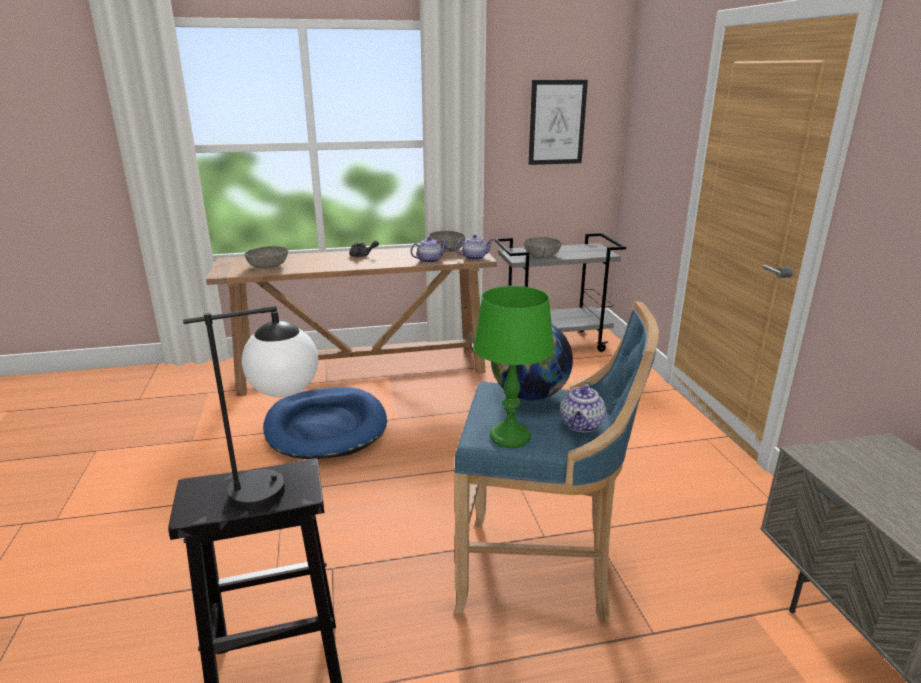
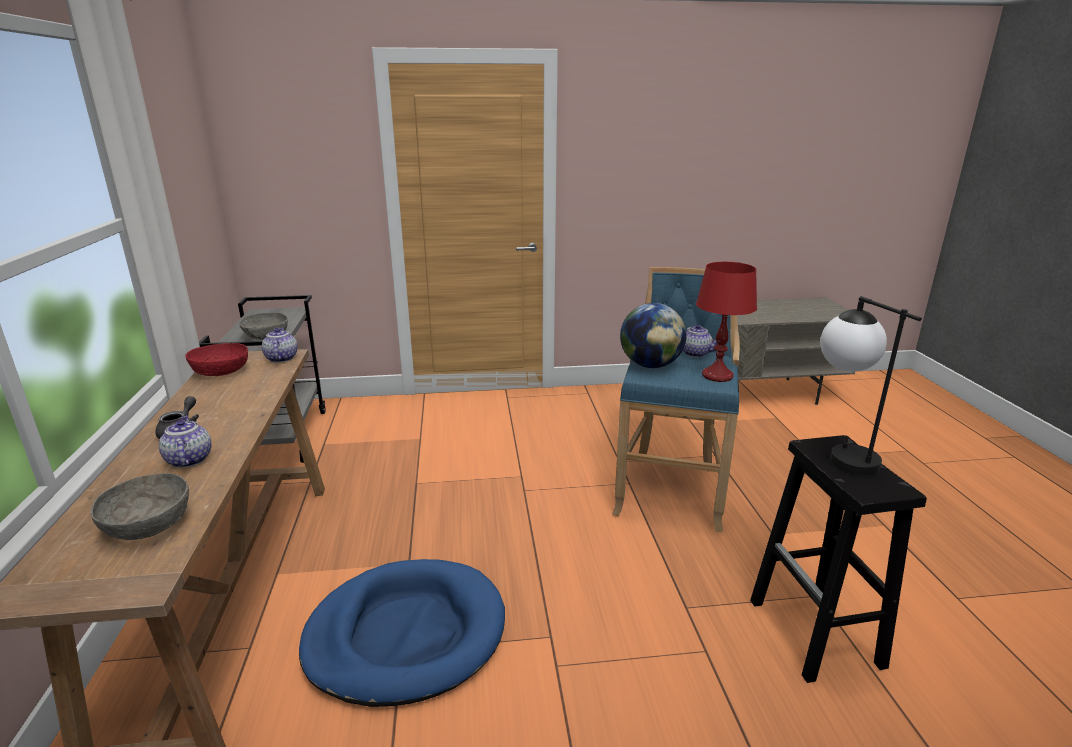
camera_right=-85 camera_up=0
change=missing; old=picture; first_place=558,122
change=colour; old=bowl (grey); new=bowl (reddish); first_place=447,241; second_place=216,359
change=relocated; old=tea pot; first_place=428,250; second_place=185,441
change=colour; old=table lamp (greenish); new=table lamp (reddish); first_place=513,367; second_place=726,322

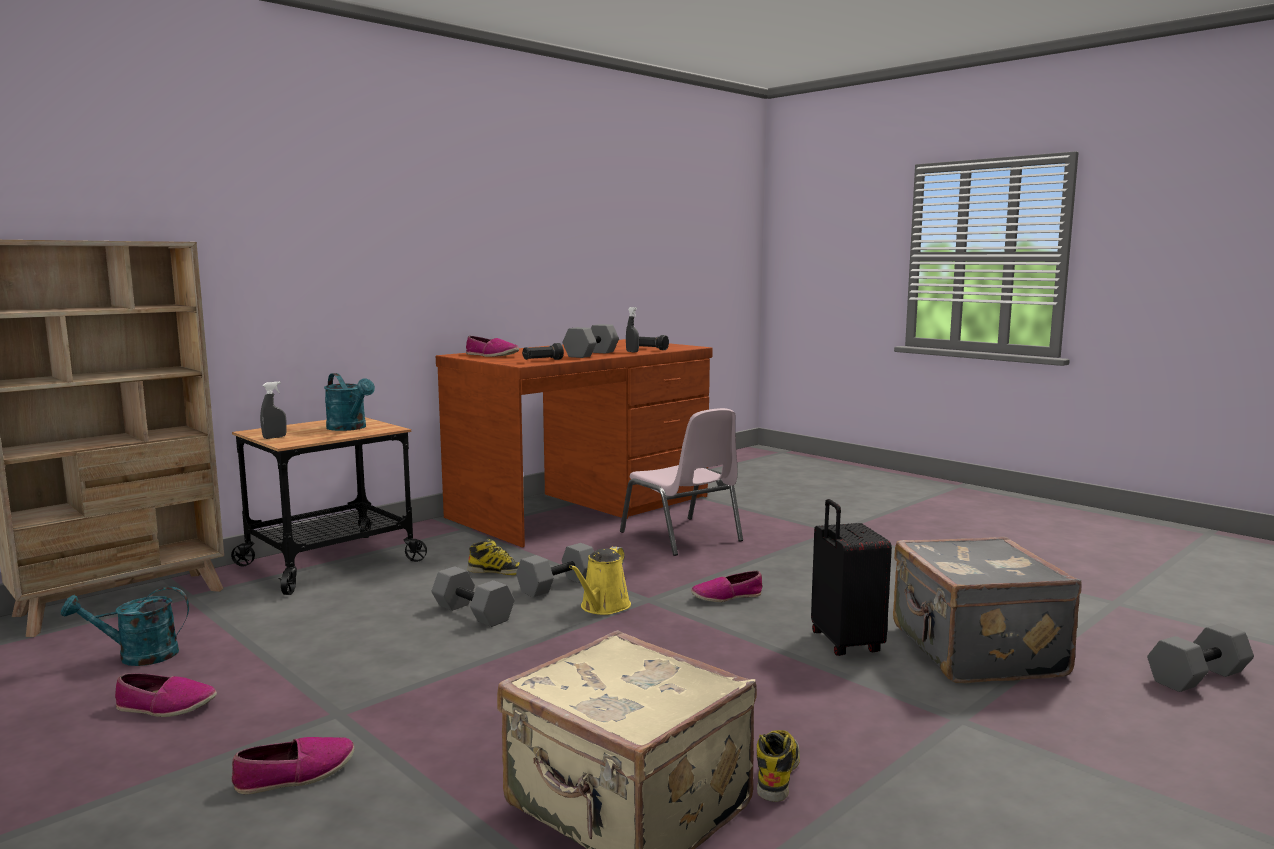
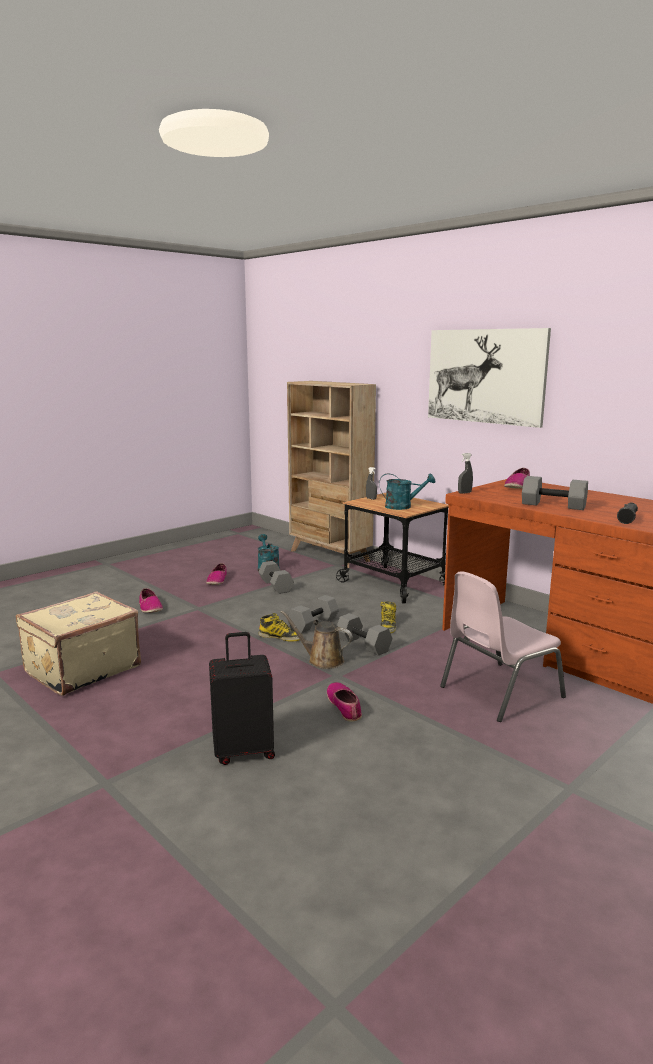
camera_right=90 camera_up=5
change=relocated; old=hand sprayer (grey); first_place=632,330; second_place=465,473
change=missing; old=torch (black-coloured); first_place=543,351
change=spun; old=sprinkling can (turquoise-coloured); first_place=349,402; second_place=407,491; degrees=-135
change=missing; old=suitcase (grey); first_place=987,610
change=colour; old=sprinkling can (yellow-coloured); new=sprinkling can (brown-coloured); first_place=600,580; second_place=317,640
change=relocated; old=dumbbell (grey); first_place=1200,657; second_place=276,577
change=relocated; old=tall boot; first_place=778,766; second_place=281,627
change=appeared; new=picture; second_place=489,378

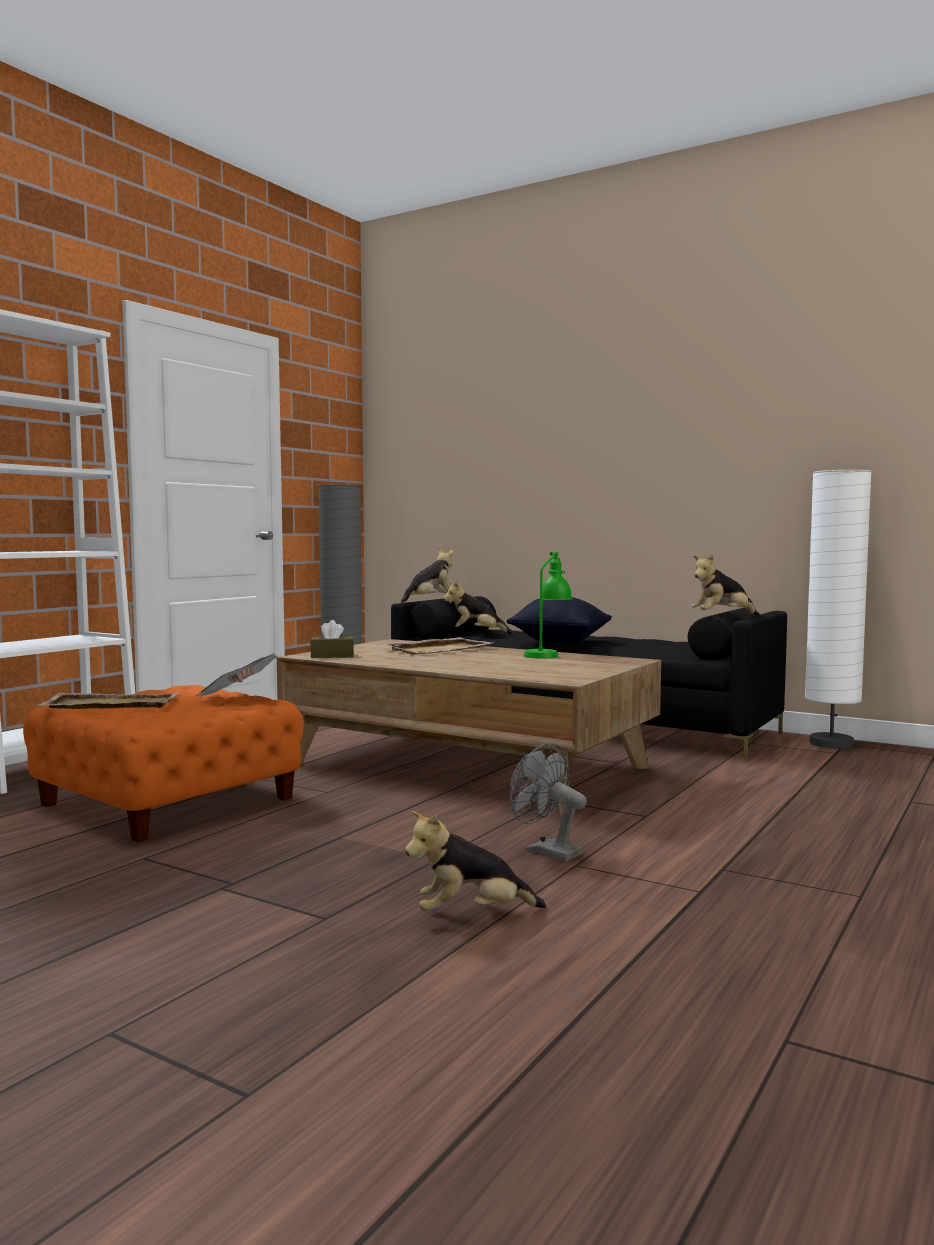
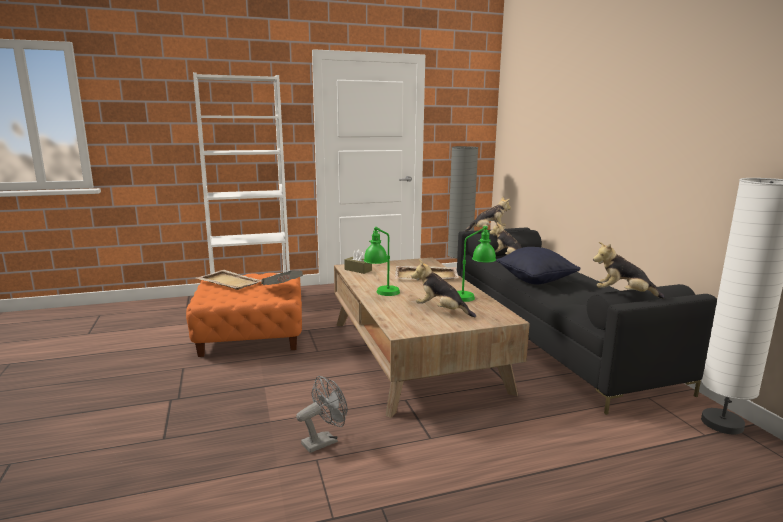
camera_right=40 camera_up=10
change=spun; old=cooling fan (grey); first_place=548,802; second_place=322,414; degrees=60
change=relocated; old=soft toy; first_place=475,861; second_place=443,288
change=appeared; new=table lamp (greenish); second_place=382,261

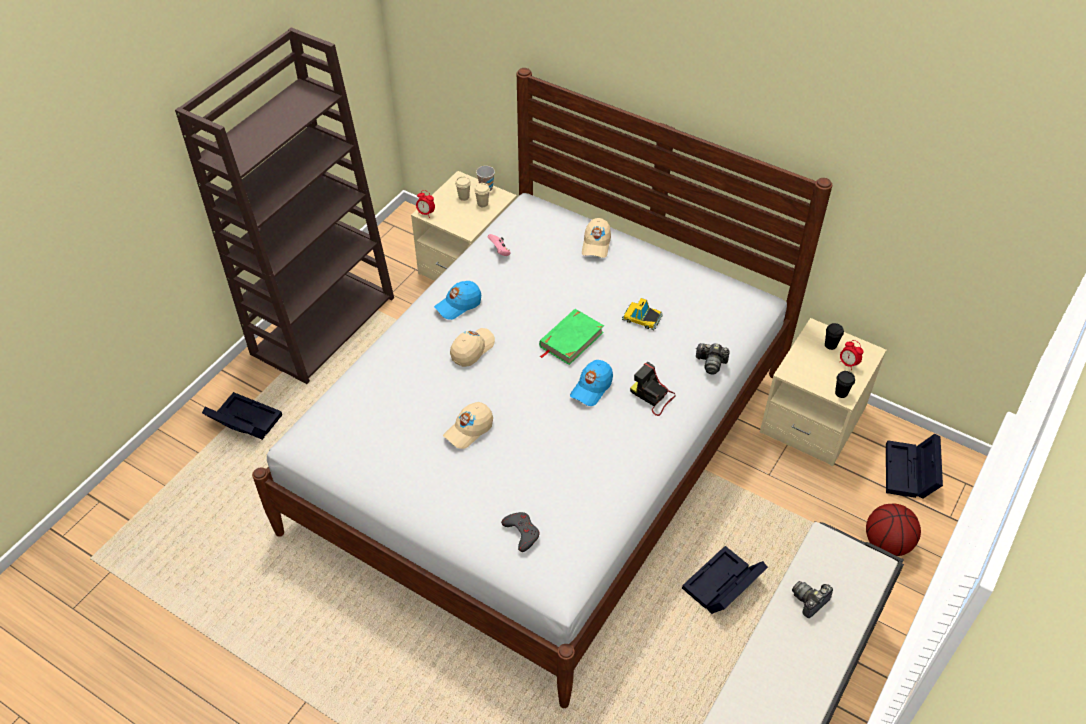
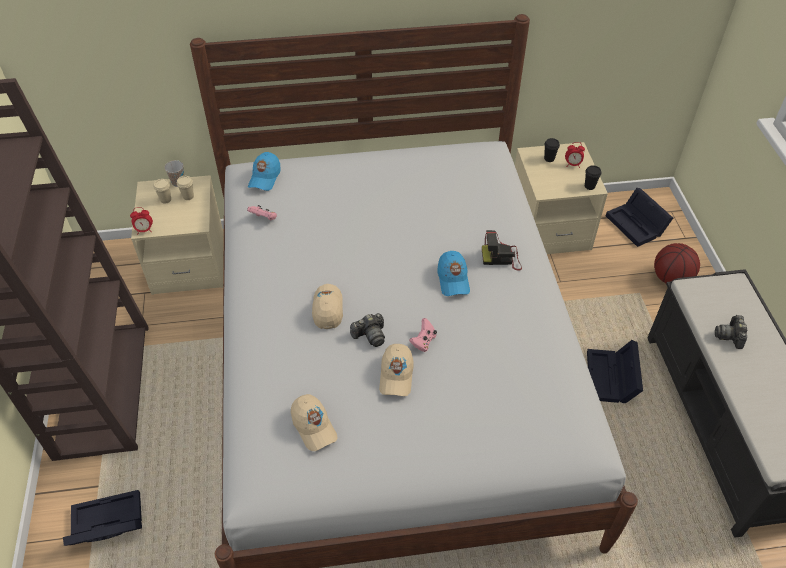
camera_right=-40 camera_up=0
change=relocated; old=peaked cap (beige); first_place=596,238; second_place=314,422
change=relocated; old=peaked cap (blue-coloured); first_place=457,300; second_place=264,171
change=missing; old=miniature car; first_place=642,314
change=missing; old=bound book (greenish); first_place=571,337
change=relocated; old=still camera; first_place=713,359; second_place=367,330
change=missing; old=game controller (grey); first_place=520,532
change=appeared; new=game controller (pinkish); second_place=423,335

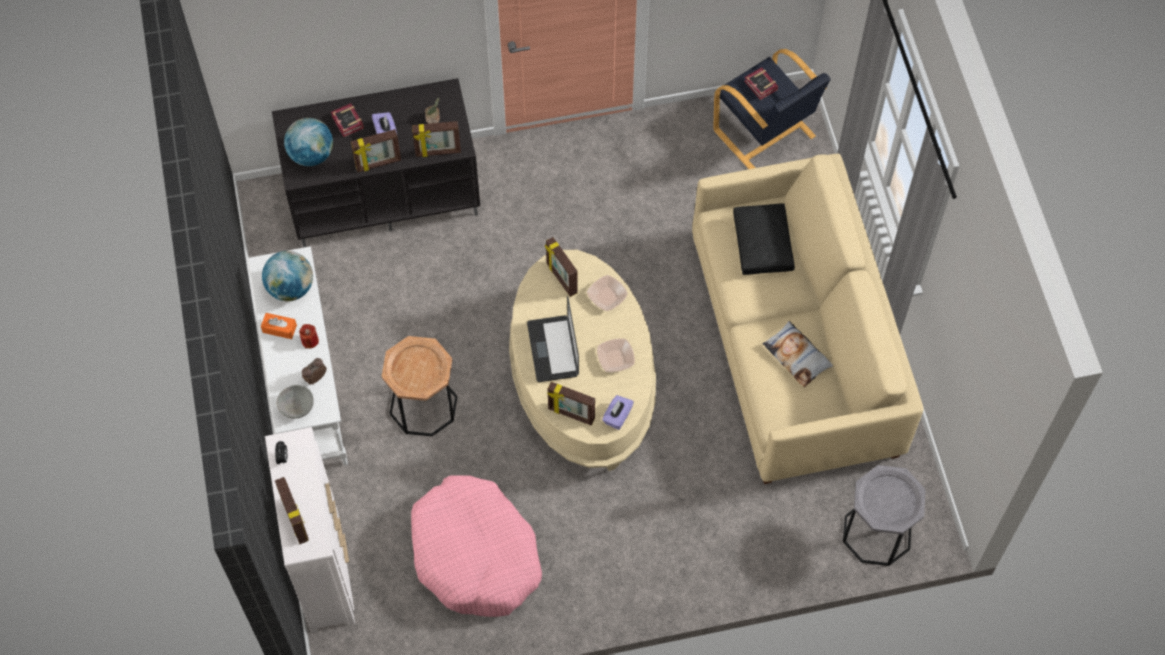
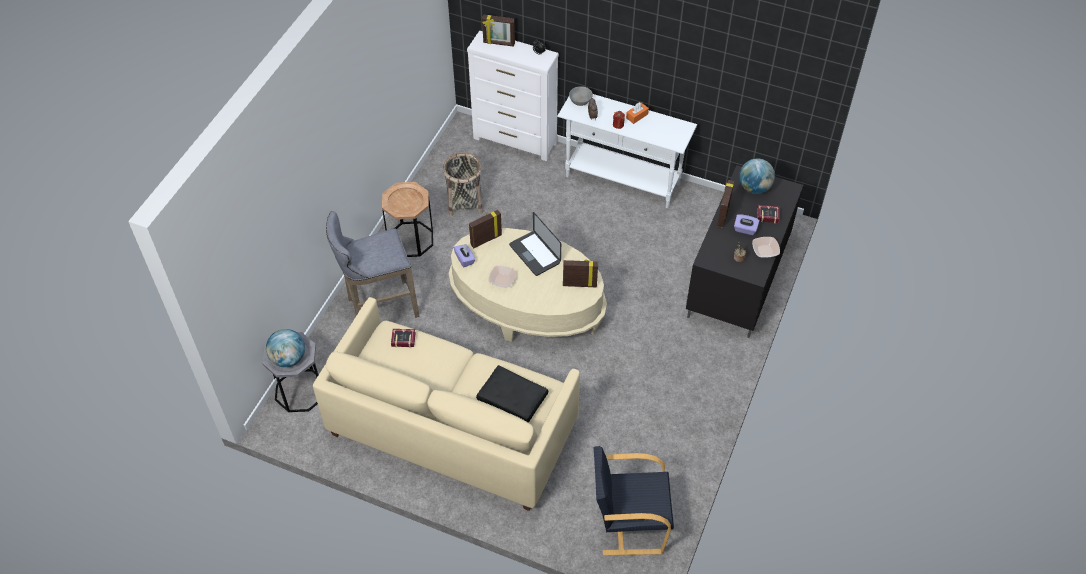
camera_right=125 camera_up=-10
change=relocated; old=bound book; first_place=761,83; second_place=403,338
change=missing; old=photo frame; first_place=436,139
change=relocated; old=world globe; first_place=287,276; second_place=285,348
change=relocated; old=bowl; first_place=607,293; second_place=766,247
change=spun; old=notebook computer; first_place=553,339; second_place=535,244; degrees=-150
change=missing; old=throw pillow; first_place=798,354
change=relocated; old=end table (brown-coloured); first_place=419,386; second_place=407,219
change=exchanged; old=dog bed (pinkish); new=basket; first_place=476,546; second_place=463,184
change=appeared; new=stool (grey); second_place=373,264

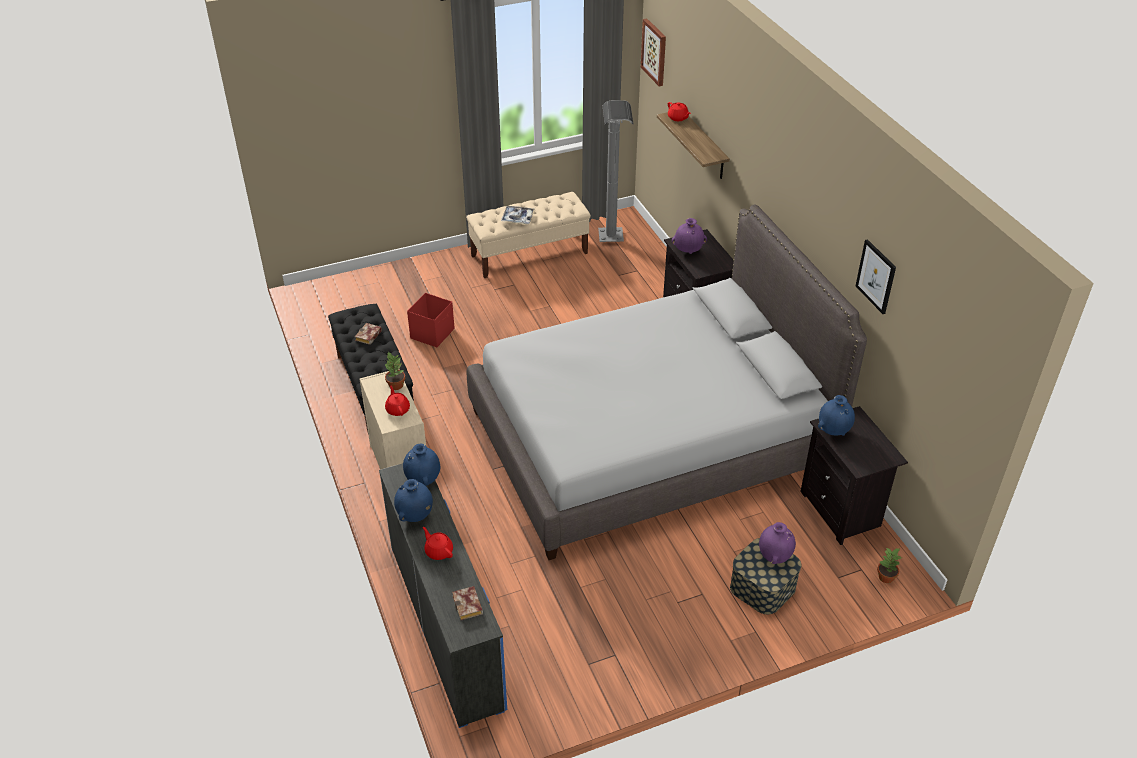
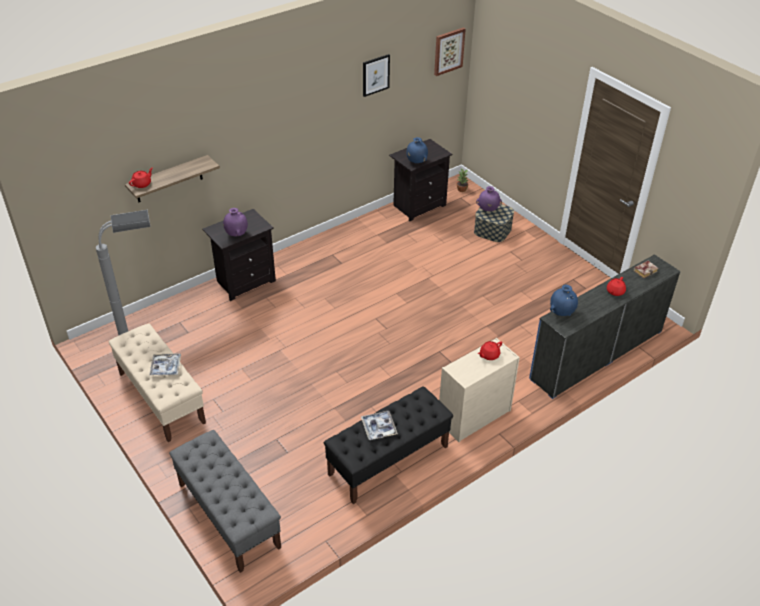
camera_right=-105 camera_up=0
change=relocated; old=picture; first_place=653,52; second_place=450,51
change=missing; old=bed (grey); first_place=667,382
change=missing; old=storage box (reddish); first_place=431,320
change=exchanged; old=bound book; new=carrying tray; first_place=368,334; second_place=379,425
change=missing; old=houseplant; first_place=394,371
change=missing; old=vase (blue-coloured); first_place=413,500
change=appeared; new=indoor bench (grey); second_place=225,501

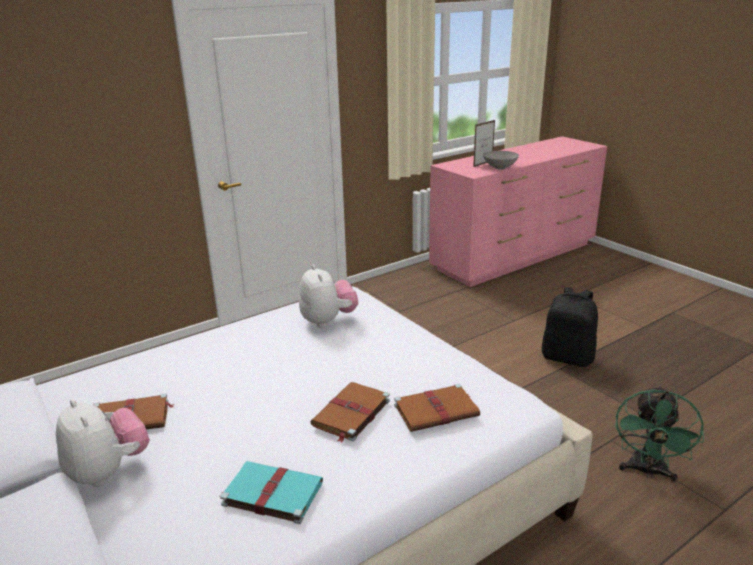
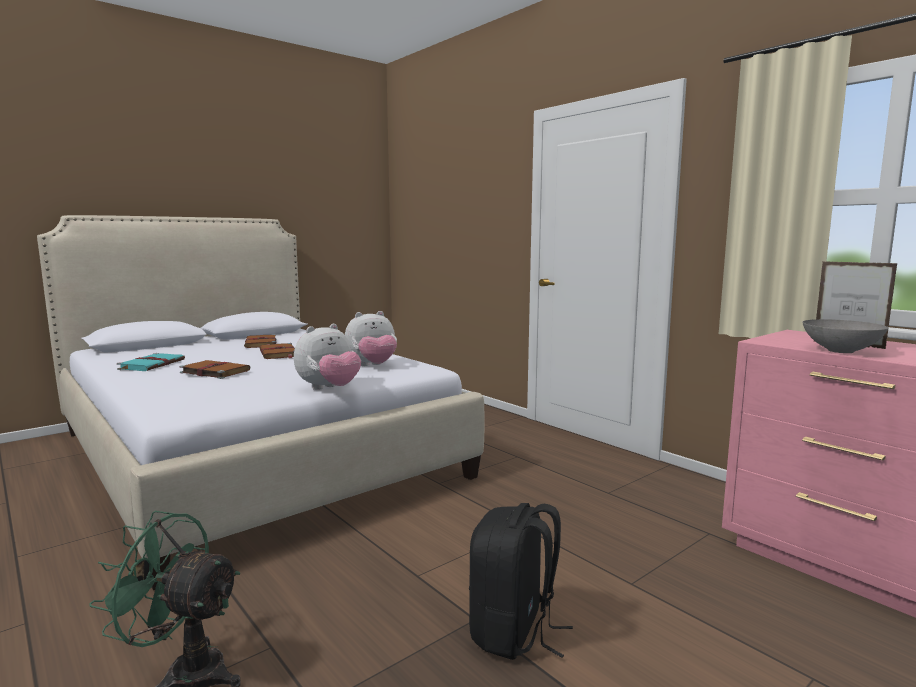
camera_right=85 camera_up=-15
change=relocated; old=bound book (brown-coloured); first_place=437,408; second_place=277,351
change=relocated; old=soft toy; first_place=103,443; second_place=327,357

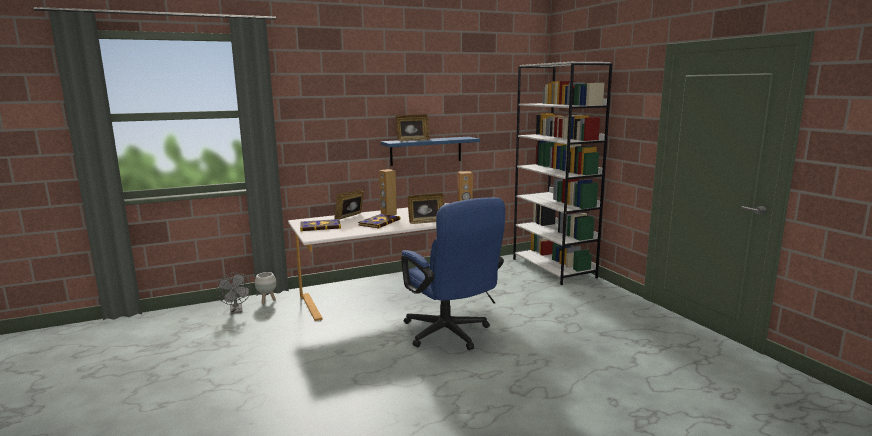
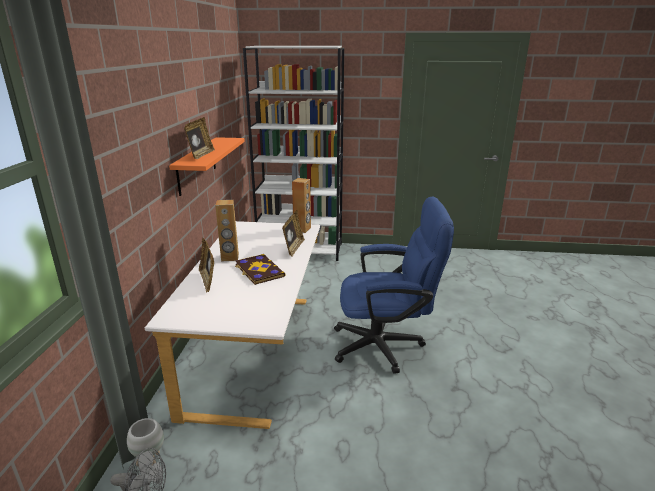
camera_right=-60 camera_up=10
change=colour; old=bracket shelf (blue-coloured); new=bracket shelf (orange-coloured); first_place=430,151; second_place=207,166
change=missing; old=bound book; first_place=320,225

